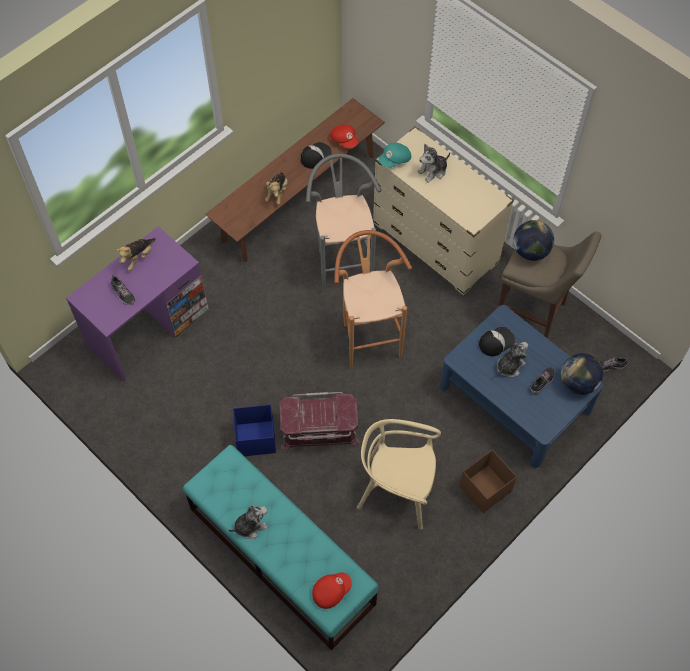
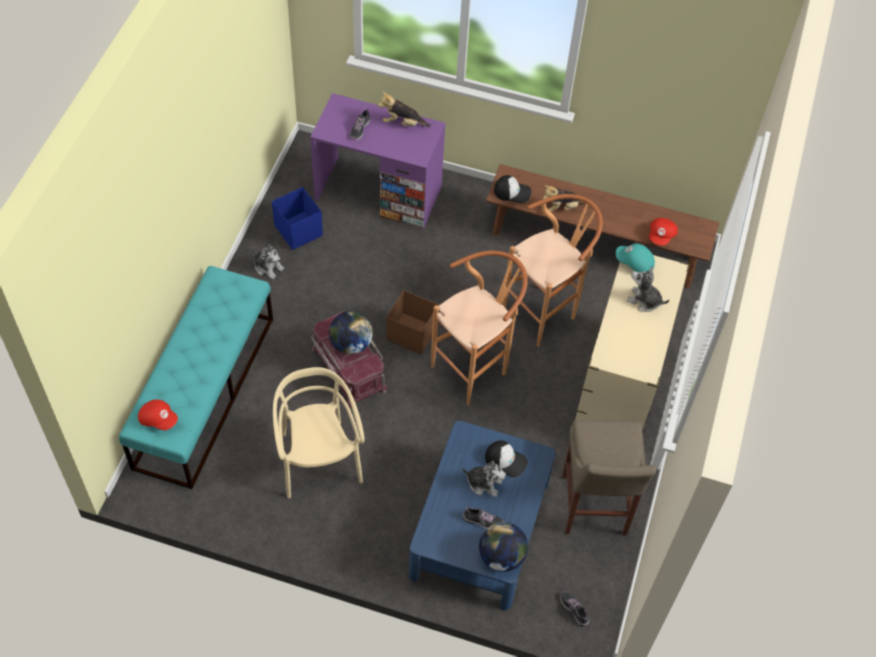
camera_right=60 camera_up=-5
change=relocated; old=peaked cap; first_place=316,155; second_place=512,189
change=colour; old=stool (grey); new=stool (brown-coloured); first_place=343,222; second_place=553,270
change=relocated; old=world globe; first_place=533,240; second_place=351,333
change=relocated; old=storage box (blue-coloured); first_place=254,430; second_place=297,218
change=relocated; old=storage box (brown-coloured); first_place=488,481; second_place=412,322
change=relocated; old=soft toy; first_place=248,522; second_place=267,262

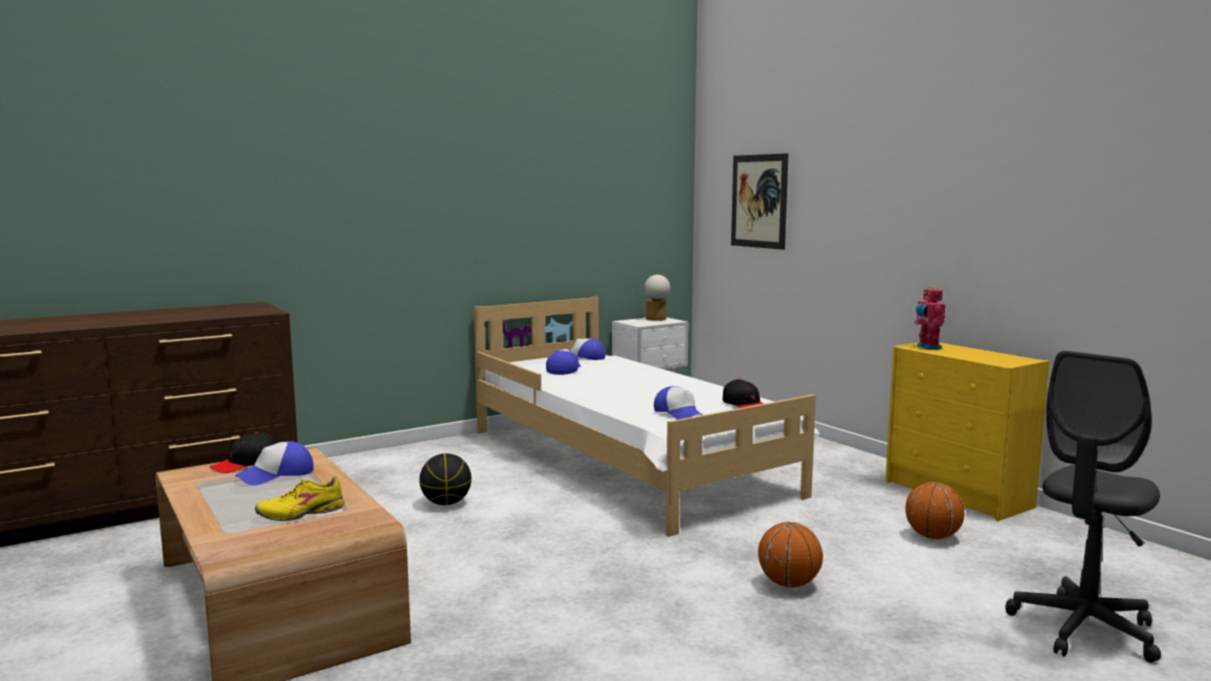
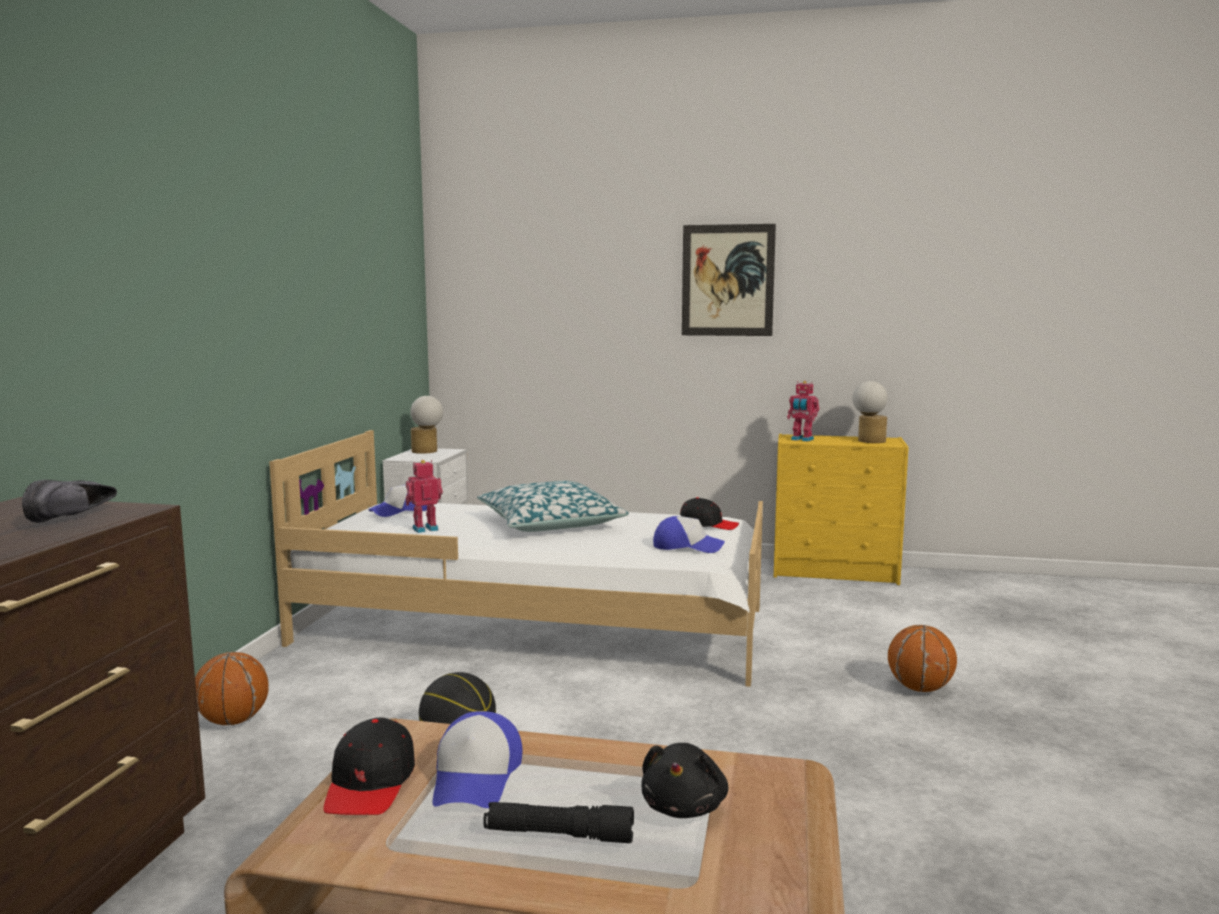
camera_right=-45 camera_up=0
change=relocated; old=picture; first_place=759,201; second_place=729,280
change=exchanged; old=peaked cap; new=toy robot; first_place=563,362; second_place=424,496
change=missing; old=desk chair (grey); first_place=1083,507
change=exchanged; old=shoe (yellow-coloured); new=soft toy (black-coloured); first_place=300,498; second_place=684,780
change=relocated; old=basketball ball; first_place=934,510; second_place=232,688
change=appeared; new=table lamp; second_place=870,412
change=appeared; new=shoe (black-coloured); second_place=69,501
change=appeared; new=throw pillow; second_place=553,506
change=appeared; new=torch (black-coloured); second_place=559,822

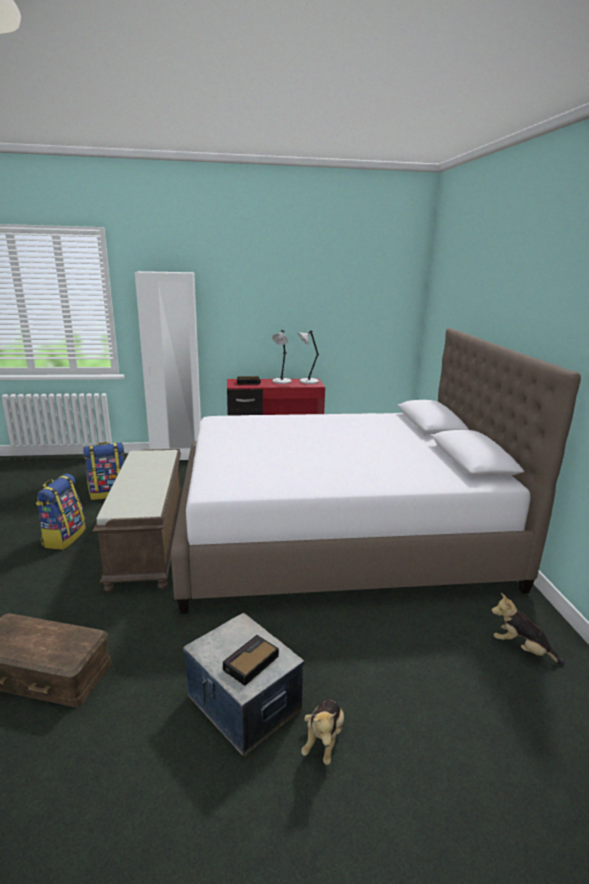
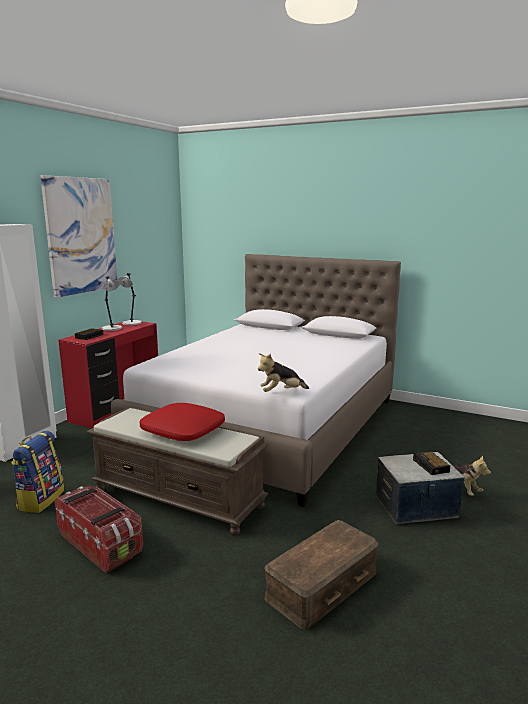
camera_right=-55 camera_up=-5
change=exchanged; old=backpack; new=storage box; first_place=61,512; second_place=99,529
change=relocated; old=soft toy; first_place=528,629; second_place=283,372
change=appeared; new=picture; second_place=79,236
change=appeared; new=throw pillow (reddish); second_place=182,422

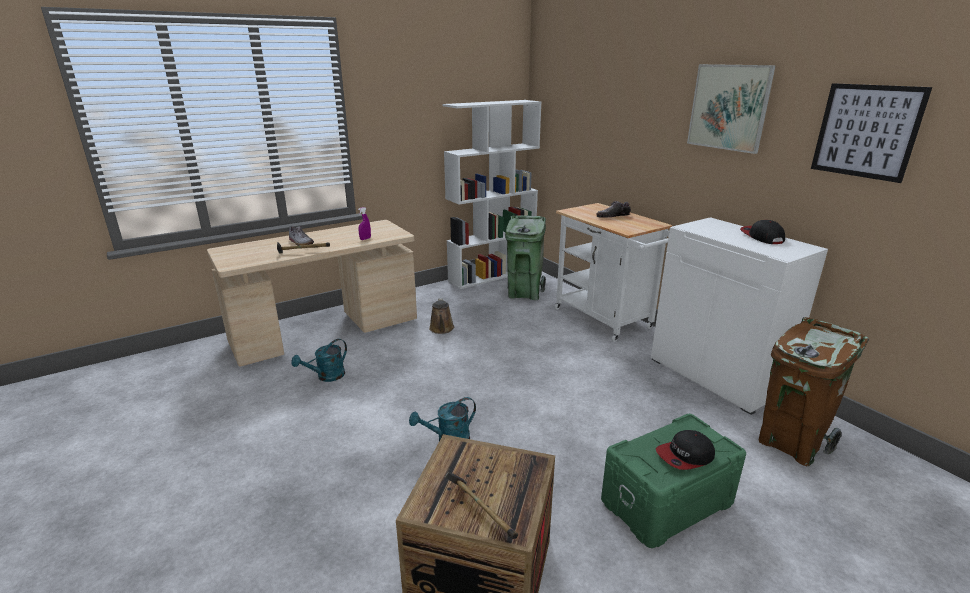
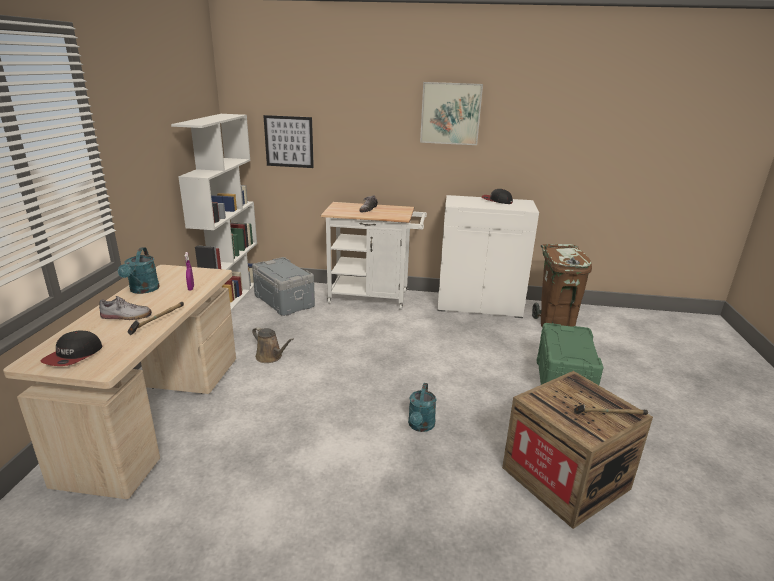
camera_right=-50 camera_up=0
change=relocated; old=picture; first_place=871,133; second_place=288,141
change=exchanged; old=waste bin (greenish); new=storage box (grey); first_place=525,257; second_place=283,286
change=relocated; old=sprinkling can (turquoise-coloured); first_place=319,360; second_place=139,270
change=relocated; old=peaked cap; first_place=685,450; second_place=71,348

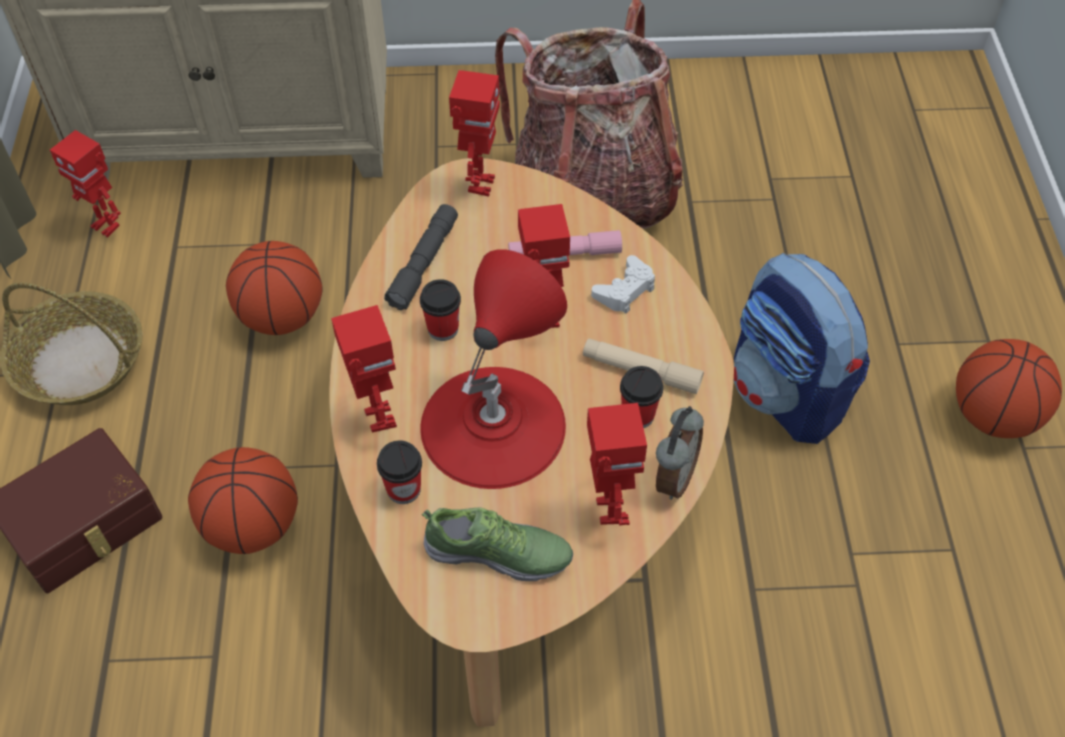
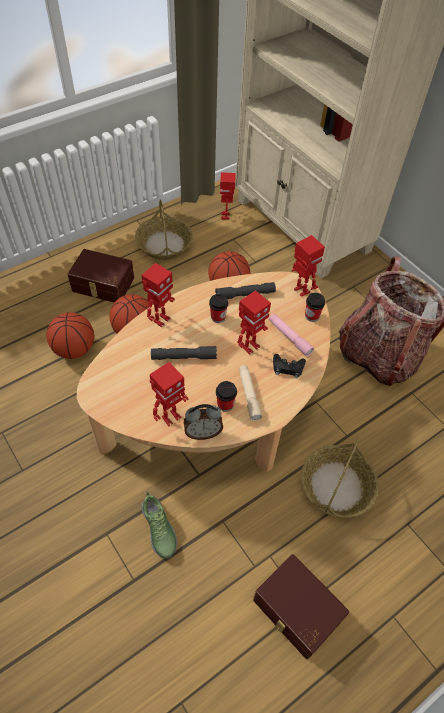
camera_right=55 camera_up=0
change=spun; old=toy robot; first_place=474,133; second_place=308,266; degrees=-105
change=exchanged; old=table lamp (reddish); new=torch (grey); first_place=494,369; second_place=184,353
change=exchanged; old=backpack; new=basket; first_place=802,348; second_place=340,479
change=colour; old=game controller (whitish); new=game controller (black-coloured); first_place=623,284; second_place=289,366
change=relocated; old=basketball ball; first_place=1009,388; second_place=70,335
change=relocated; old=cup; first_place=399,472; second_place=315,307
change=relocated; old=shoe; first_place=497,544; second_place=159,525
change=appeared; new=storage box (brown-coloured); second_place=301,606

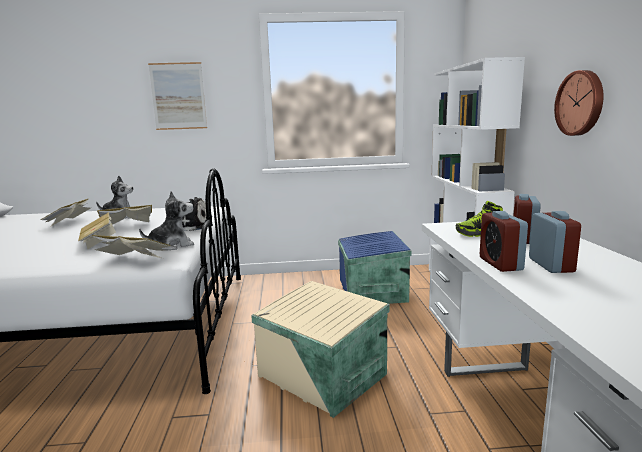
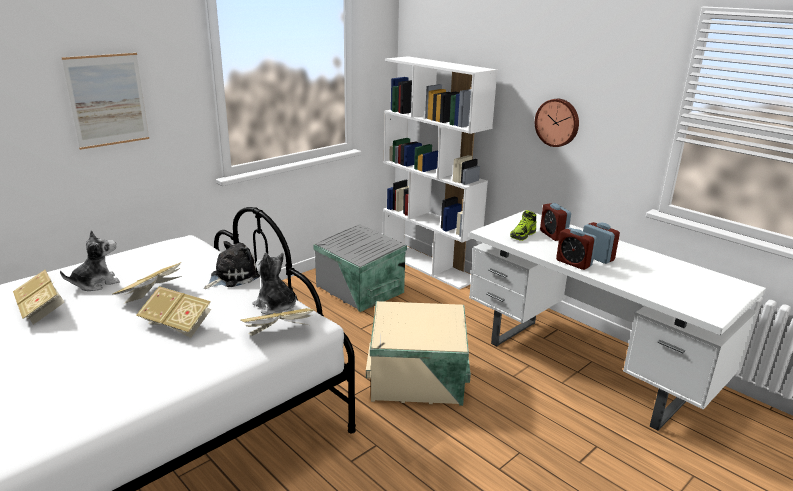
camera_right=-40 camera_up=10
change=spun; old=soft toy; first_place=166,221; second_place=274,284; degrees=-75
change=colour; old=storage box (blue-coloured); new=storage box (grey); first_place=374,267; second_place=360,268

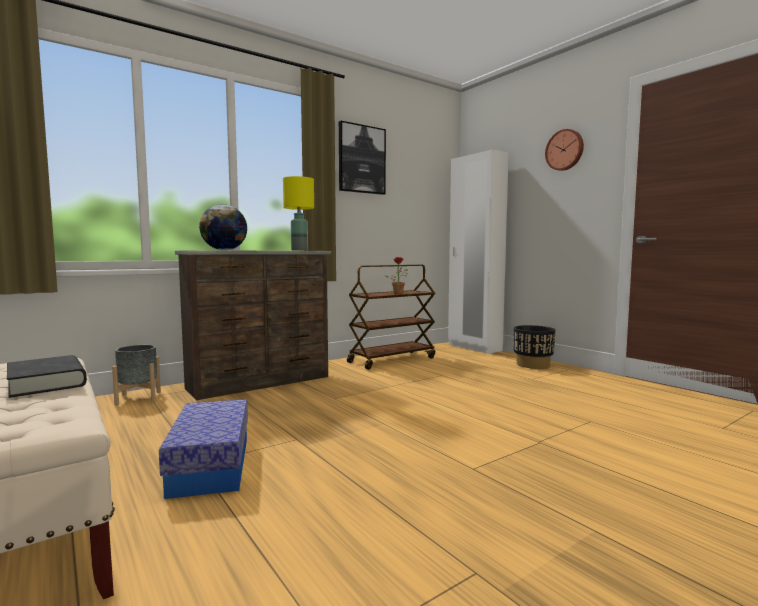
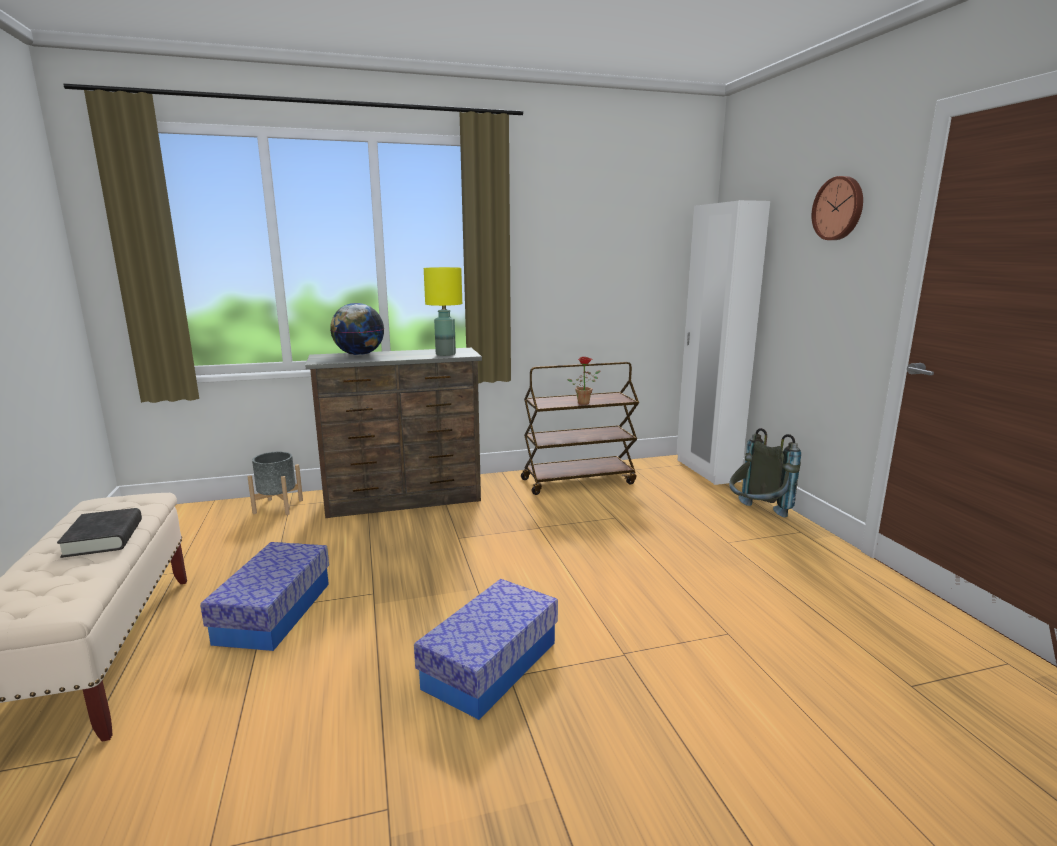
camera_right=20 camera_up=10
change=missing; old=picture; first_place=362,158
change=exchanged; old=planter (black-coloured); new=backpack (grey); first_place=534,347; second_place=765,472
change=appeared; new=storage box; second_place=486,649

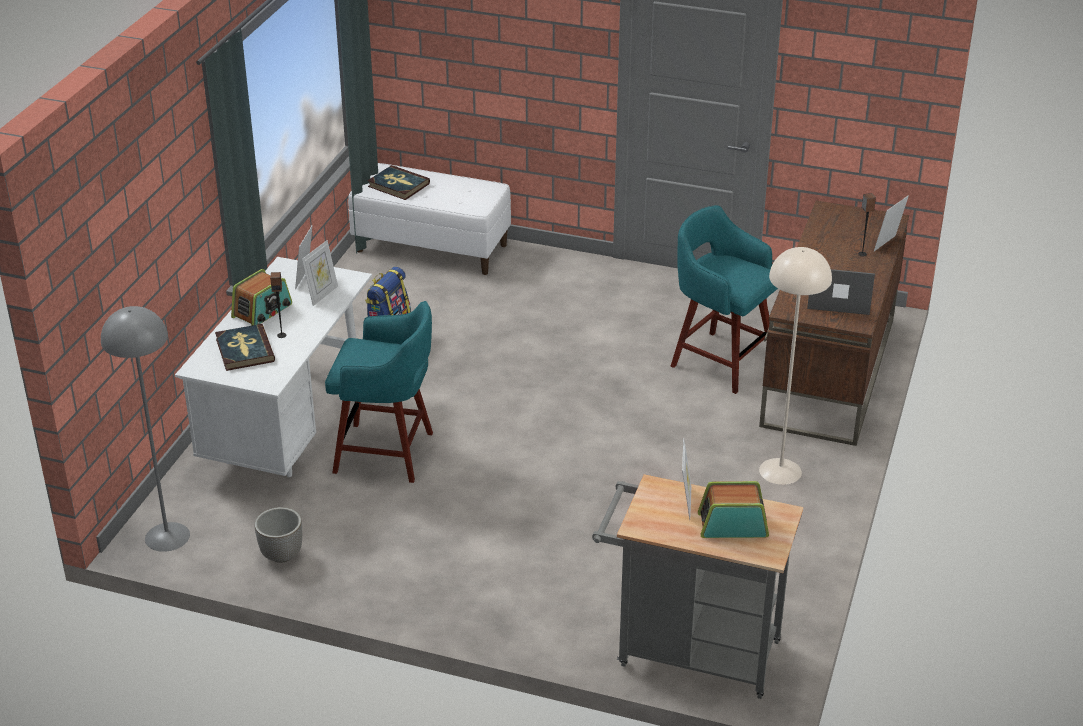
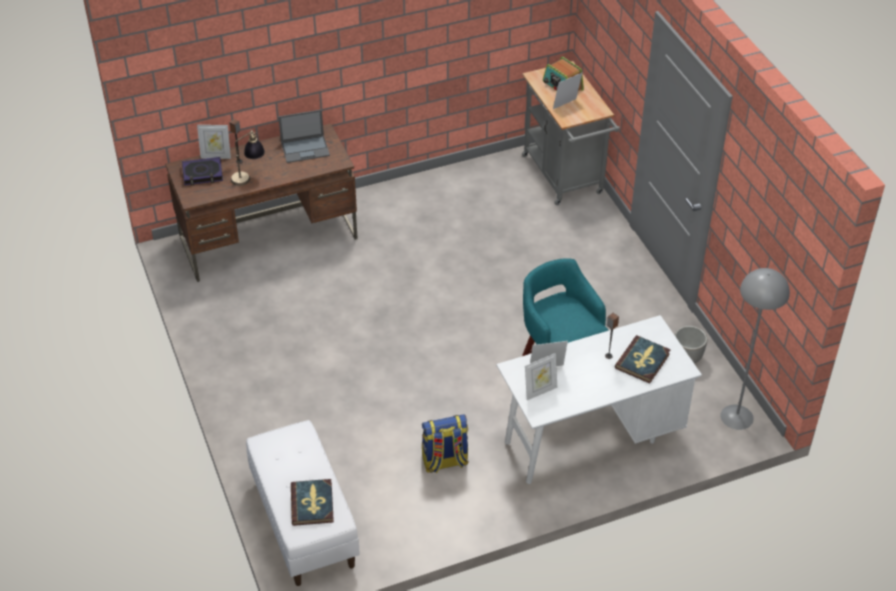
camera_right=-130 camera_up=10
change=missing; old=stool (turquoise-coloured); first_place=724,299
change=missing; old=standard lamp (beige); first_place=795,366
change=missing; old=radio; first_place=261,297
change=spun; old=notebook computer; first_place=841,292; second_place=304,136; degrees=-75
change=appeared; new=table lamp; second_place=248,158
change=appeared; new=bound book; second_place=202,171

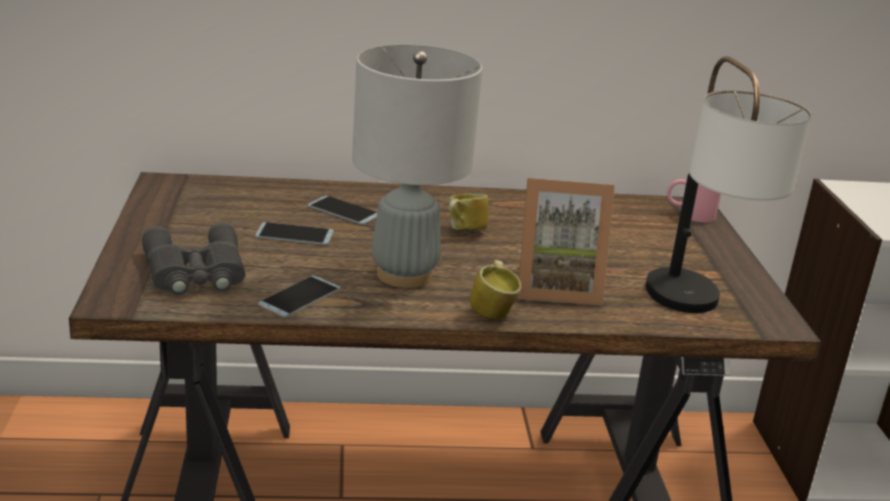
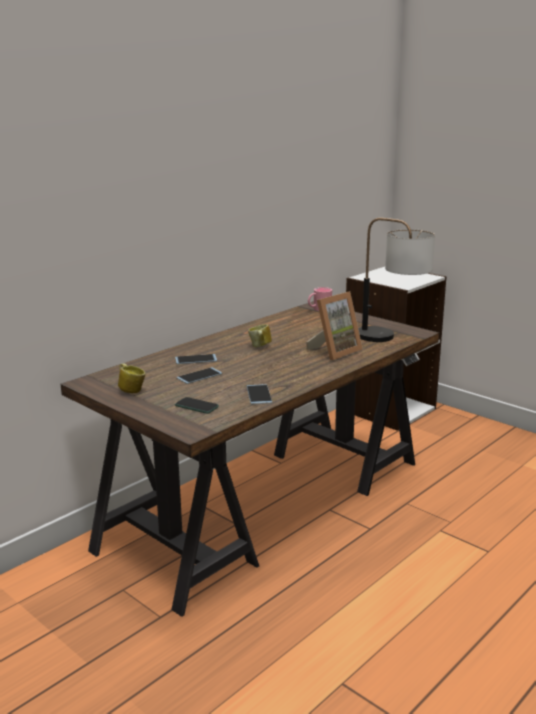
camera_right=-40 camera_up=-5
change=missing; old=table lamp (grey); first_place=417,166
change=exchanged; old=binoculars (grey); new=phone; first_place=193,259; second_place=197,405
change=relocated; old=tea mug; first_place=495,290; second_place=131,378

